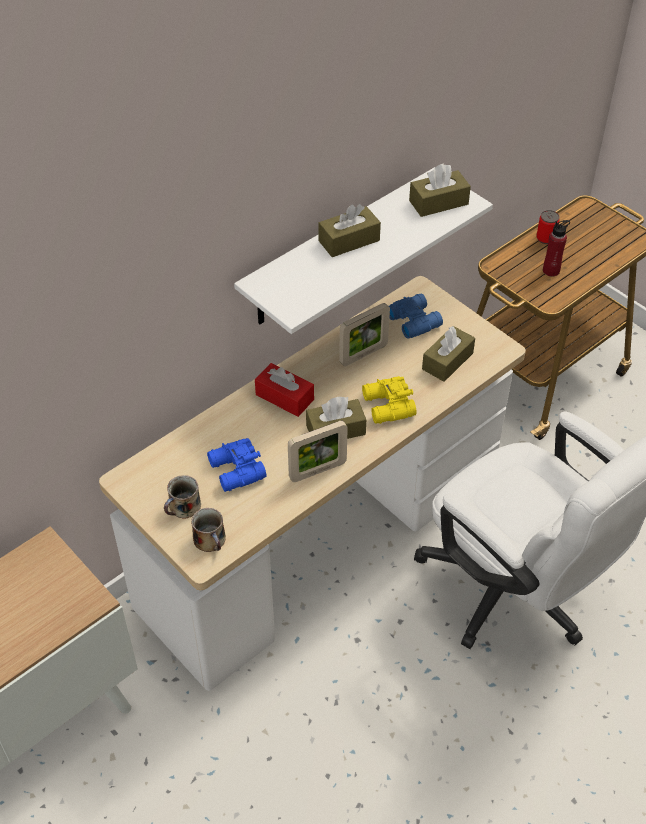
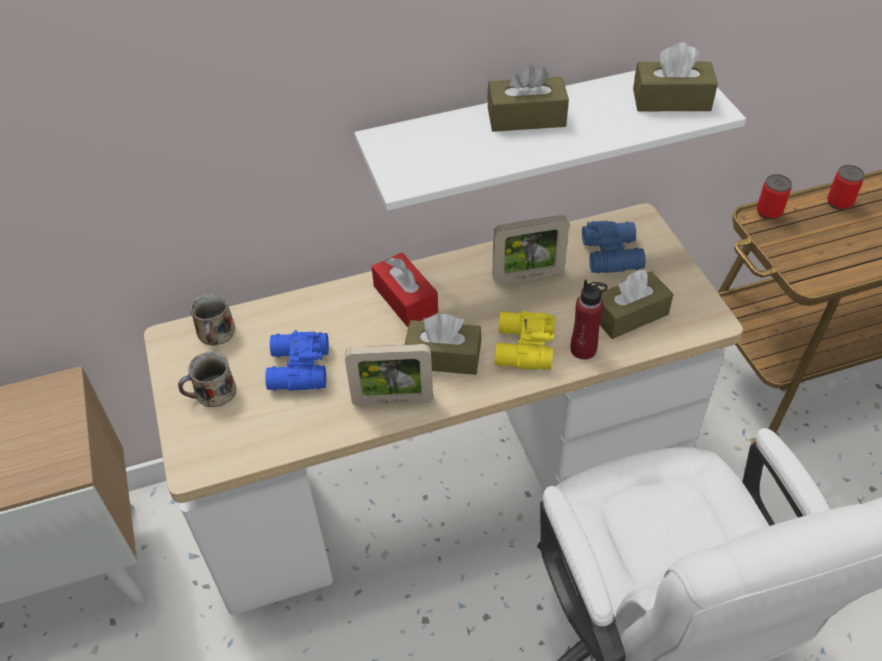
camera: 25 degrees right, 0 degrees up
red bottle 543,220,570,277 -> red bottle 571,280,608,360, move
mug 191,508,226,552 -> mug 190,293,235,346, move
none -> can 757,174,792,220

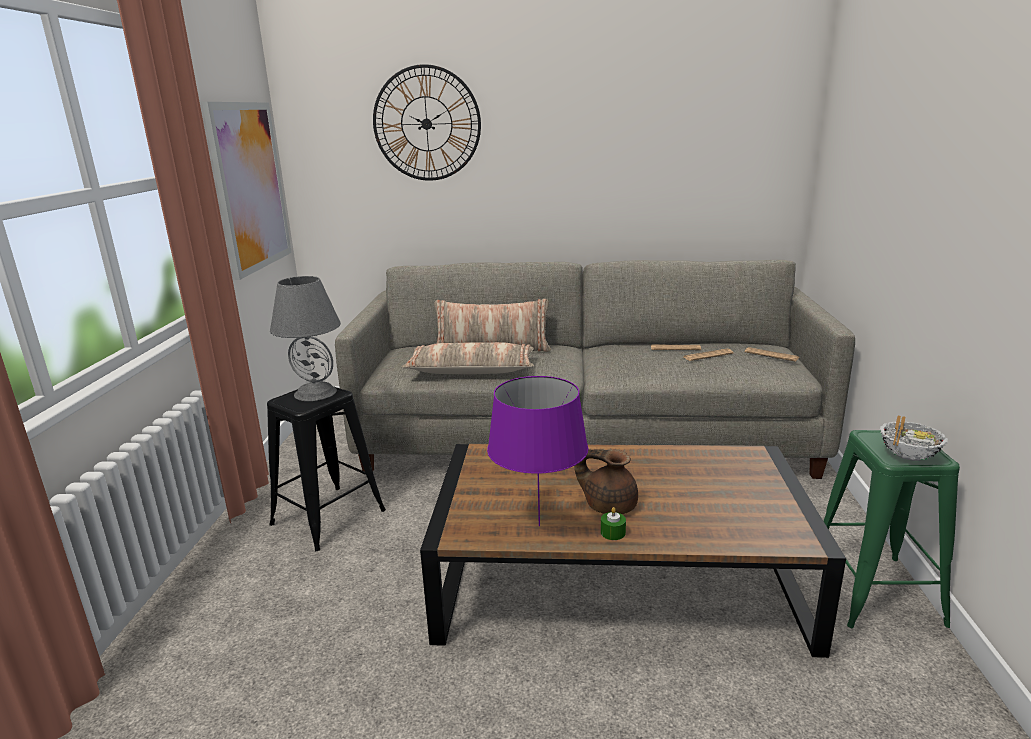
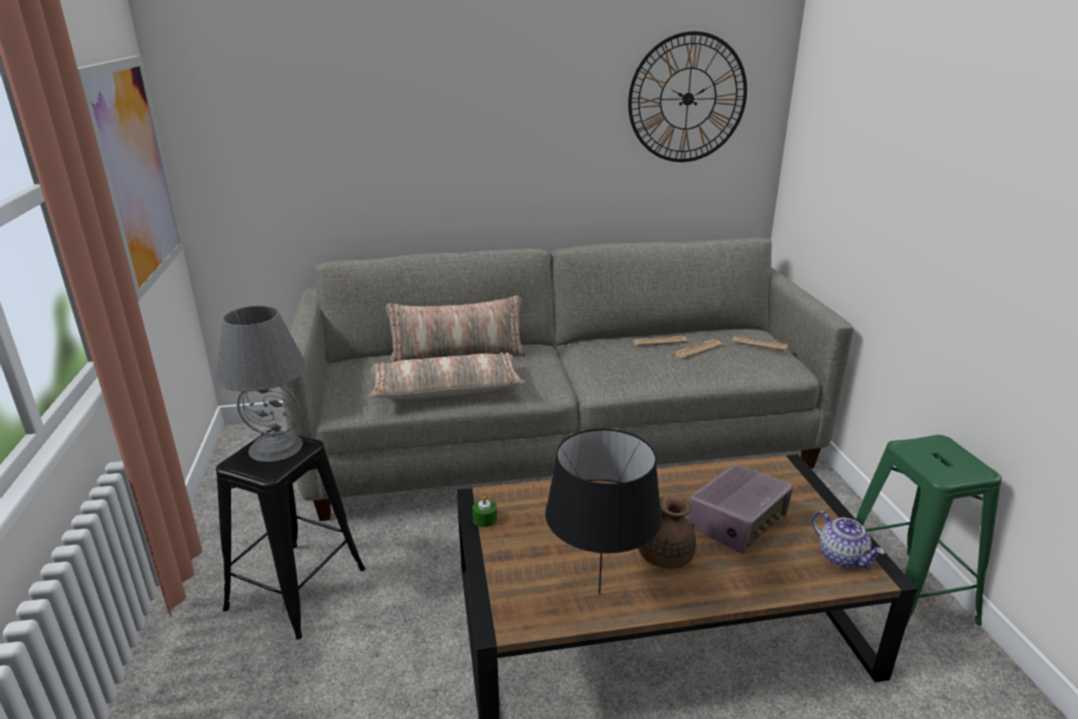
camera: 15 degrees left, 5 degrees up
wall clock 373,64,481,181 -> wall clock 628,31,747,162, move
purple table lamp 487,376,588,526 -> black table lamp 545,429,662,594
bowl 880,416,948,461 -> none
green candle 601,507,626,540 -> green candle 473,496,497,527, move
none -> radio 687,464,793,554
none -> teapot 812,511,885,568

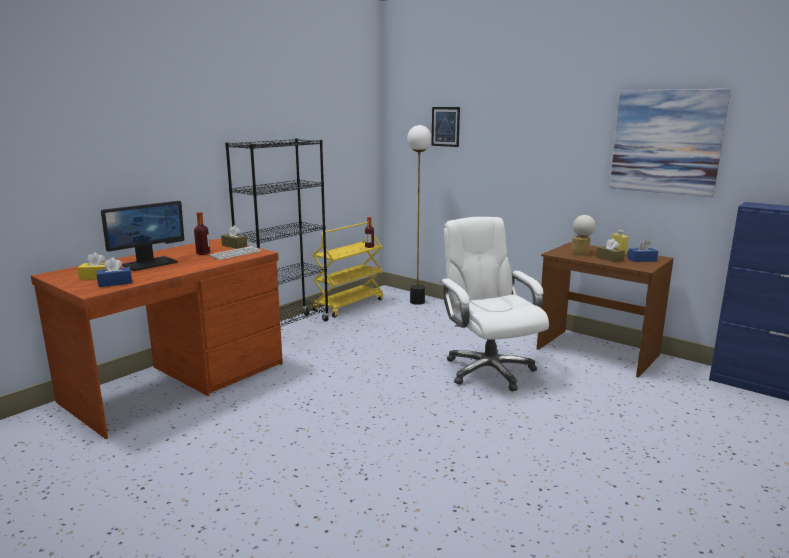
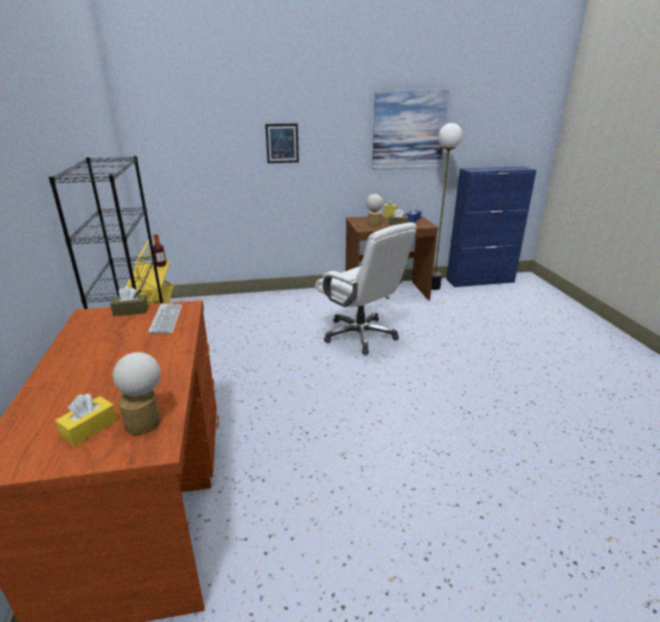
camera: 50 degrees left, 10 degrees up
picture 431,107,460,147 -> picture 265,123,299,163, move
floor lamp 407,125,432,305 -> floor lamp 431,123,462,290, move
monitor 101,201,184,271 -> none
bottle 194,212,210,255 -> none
white office chair 440,217,549,391 -> white office chair 315,222,417,355, 150 degrees counterclockwise
blue tissue box 97,258,132,287 -> table lamp 113,352,161,435

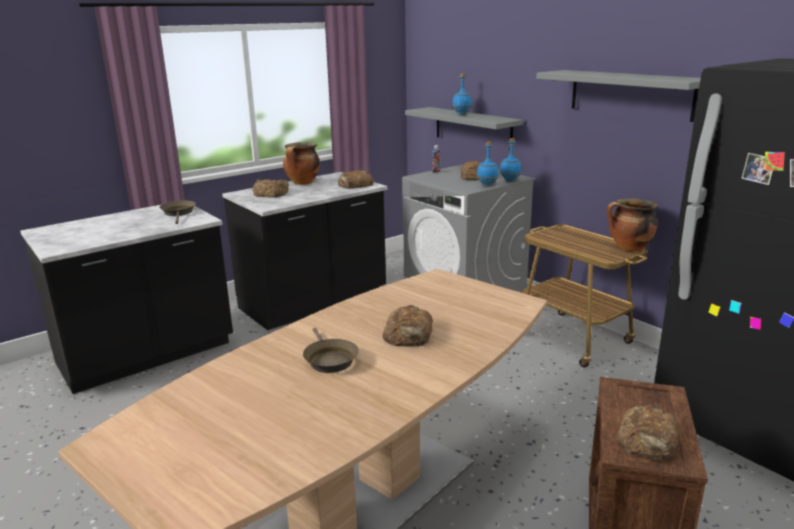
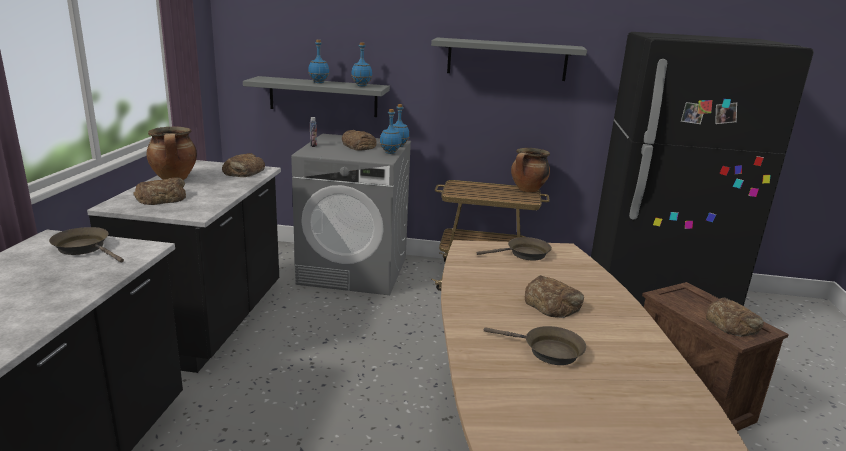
camera: 45 degrees left, 0 degrees up
none -> blue bottle 351,42,372,86
none -> brown frying pan 477,237,552,260

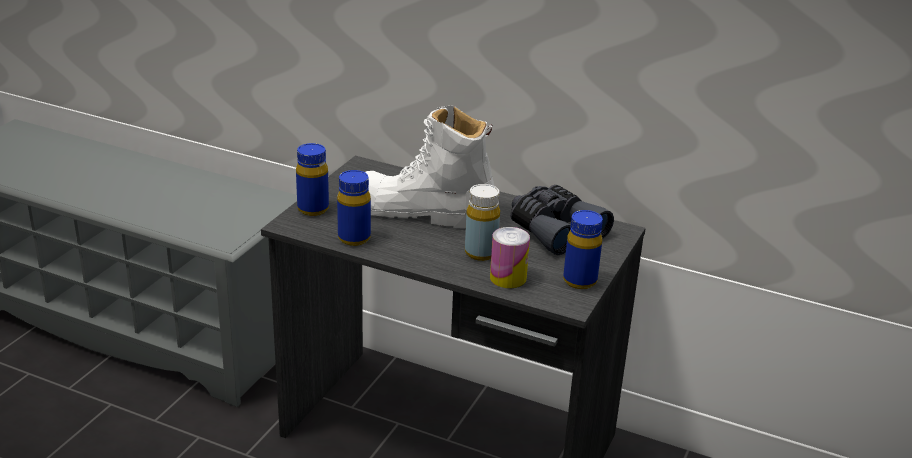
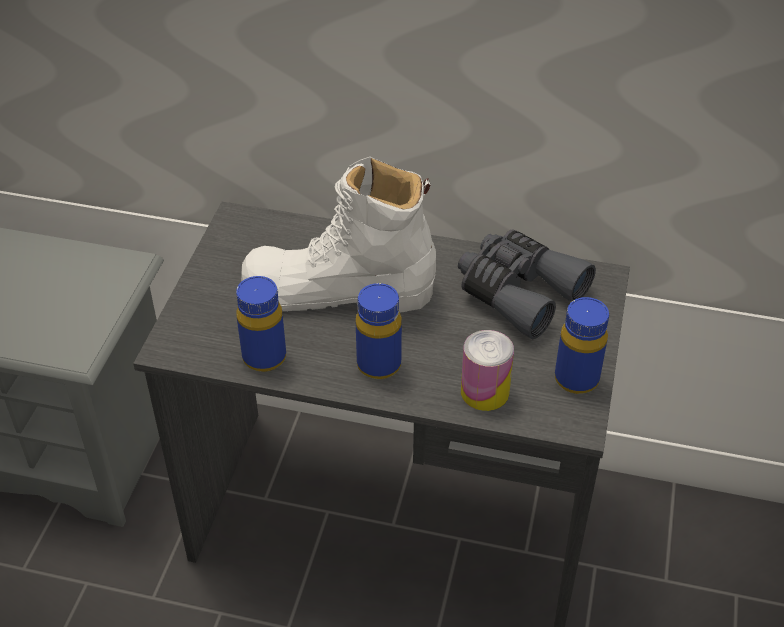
camera: 10 degrees left, 15 degrees up
blue bottle 296,143,329,216 -> blue bottle 356,283,402,379, move
yellow bottle 465,184,500,261 -> none

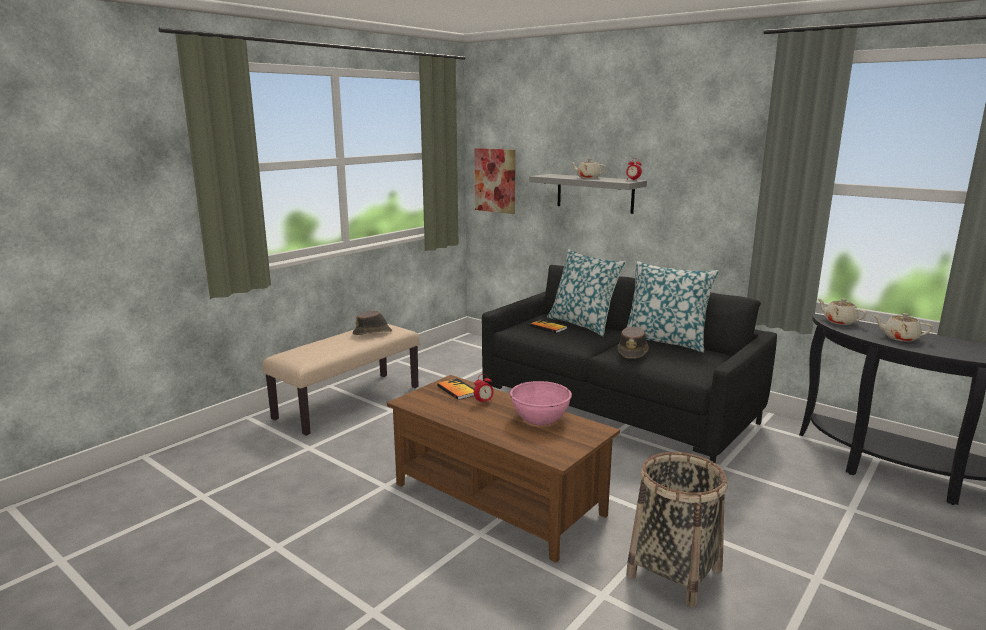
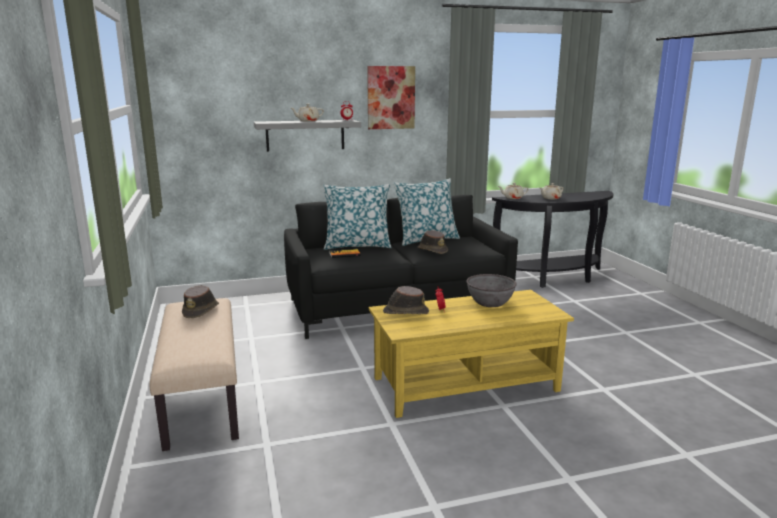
camera: 55 degrees left, 0 degrees up
picture 474,148,516,214 -> picture 367,66,415,129, move
brown coffee table 387,375,620,563 -> yellow coffee table 369,290,574,418
book 437,378,474,400 -> brown hat 383,286,429,314
pink bowl 510,381,572,425 -> grey bowl 466,274,517,307
basket 626,452,727,607 -> none

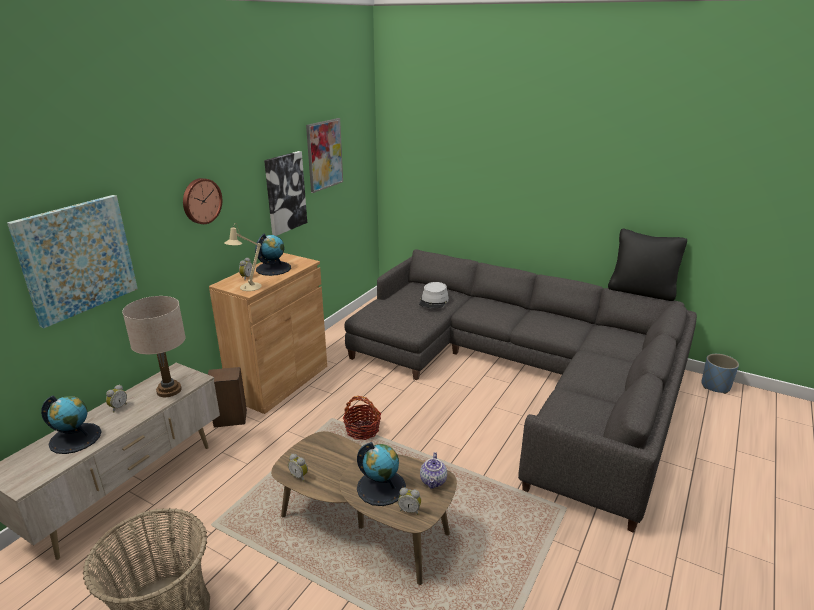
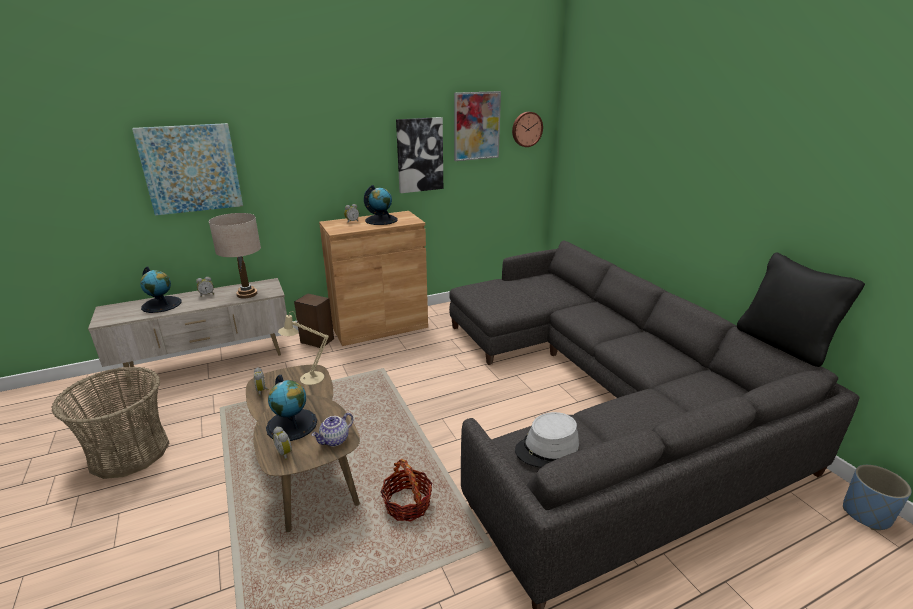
camera: 35 degrees right, 0 degrees up
wall clock 183,178,222,224 -> wall clock 512,112,543,147, move
beige table lamp 225,226,262,291 -> beige table lamp 278,311,329,385, move
grey hat 419,282,449,308 -> grey hat 515,412,579,468, move
basket 343,396,381,440 -> basket 381,459,432,521, move

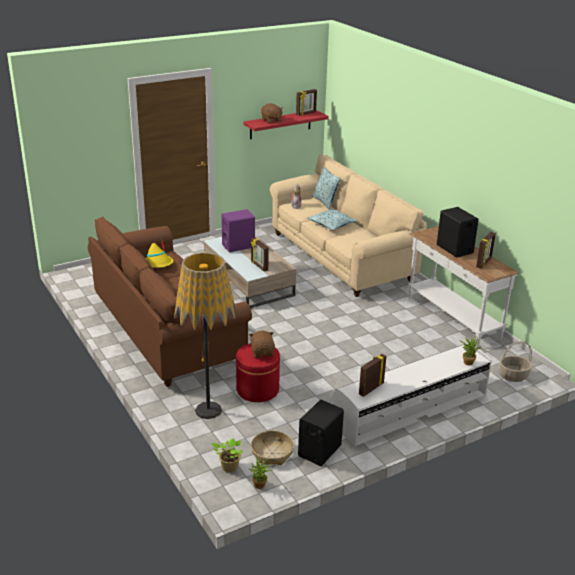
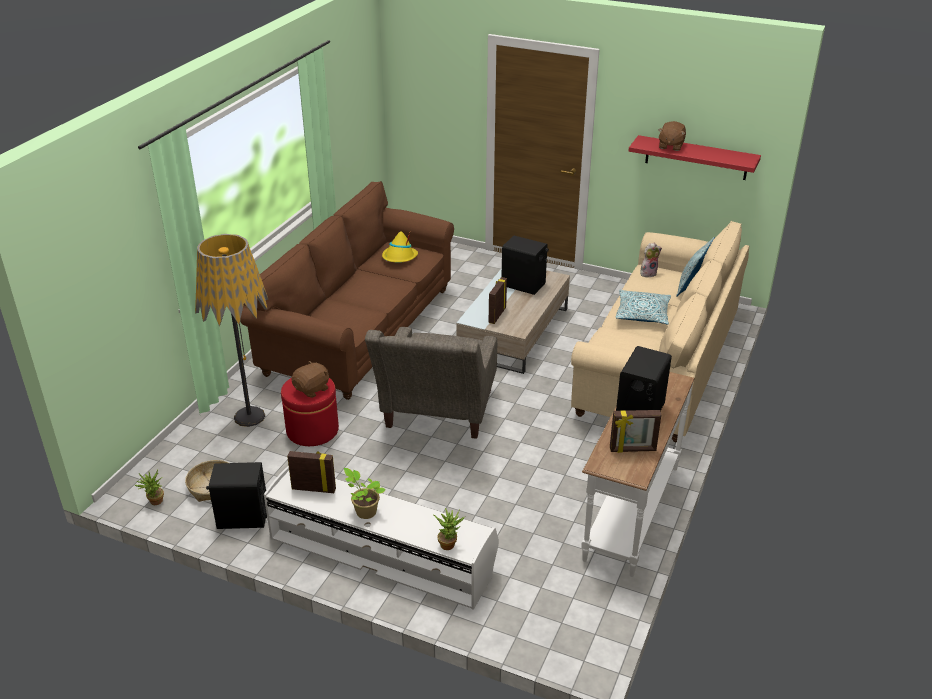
camera: 55 degrees right, 5 degrees up
picture frame 296,89,317,116 -> none
purple speaker 221,209,255,252 -> black speaker 502,236,549,295
basket 499,342,532,382 -> none
potted plant 211,438,243,473 -> potted plant 344,468,386,519, move
none -> grey armchair 365,327,497,439

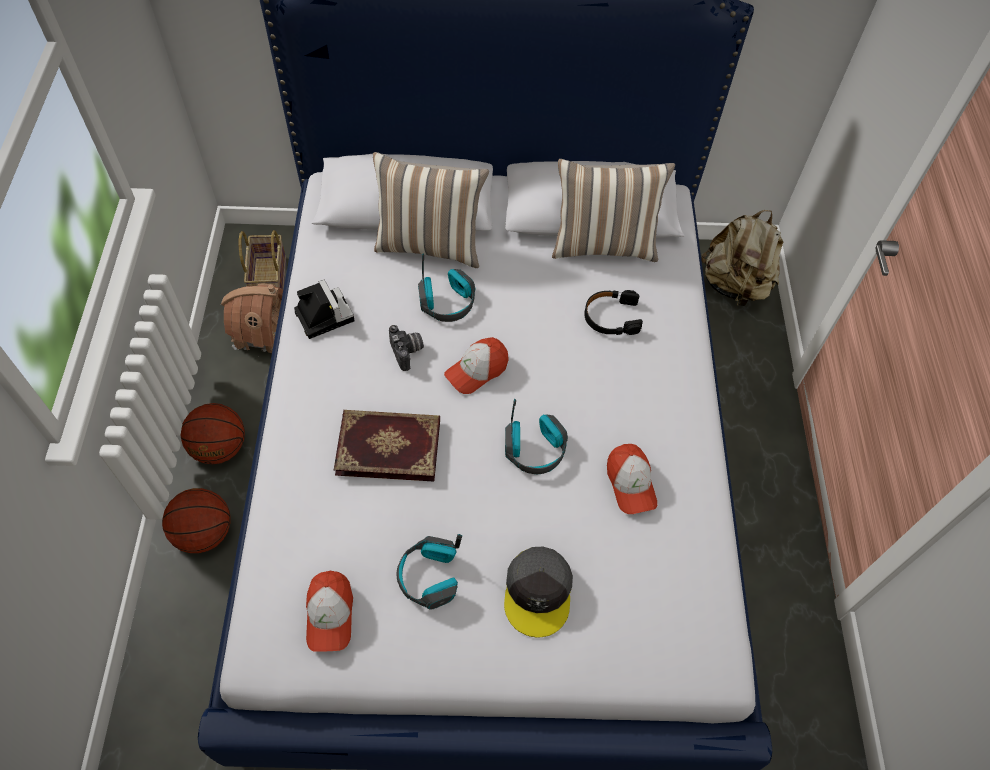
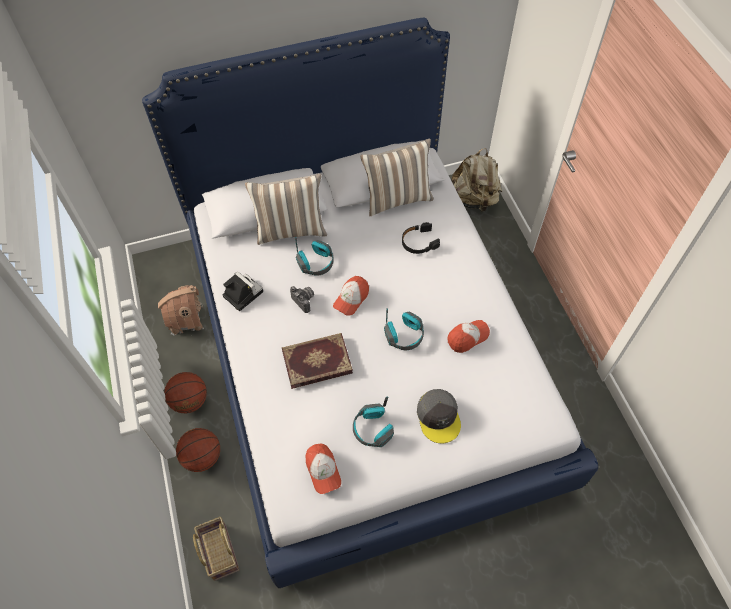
camera: 15 degrees left, 0 degrees up
basket 239,230,286,289 -> basket 193,517,240,581, move
cap 607,444,657,514 -> cap 448,320,490,353, 90 degrees counterclockwise

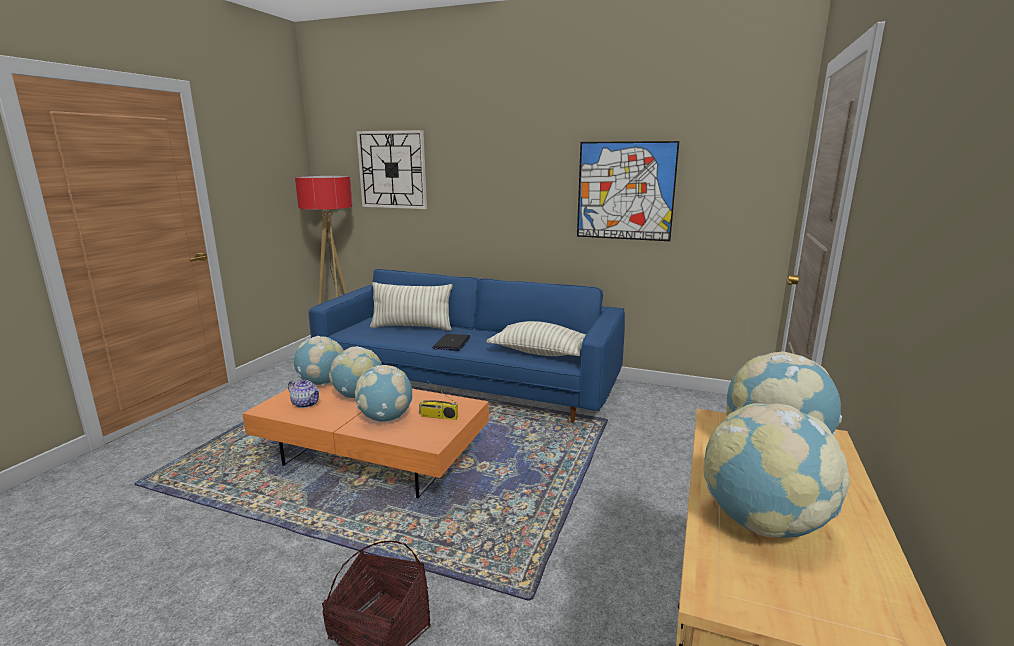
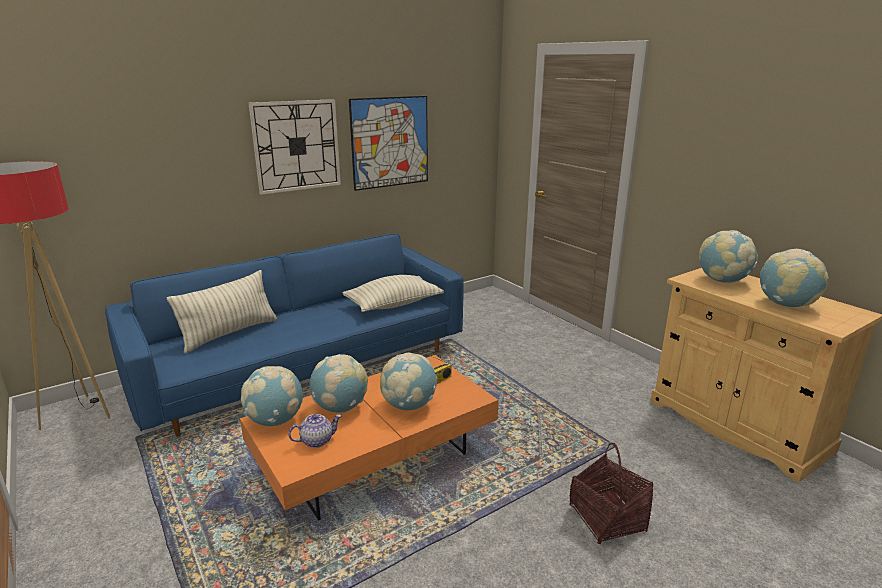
camera: 55 degrees left, 5 degrees up
wall clock 356,130,427,209 -> wall clock 249,99,341,195, move
laptop 432,334,470,351 -> none

